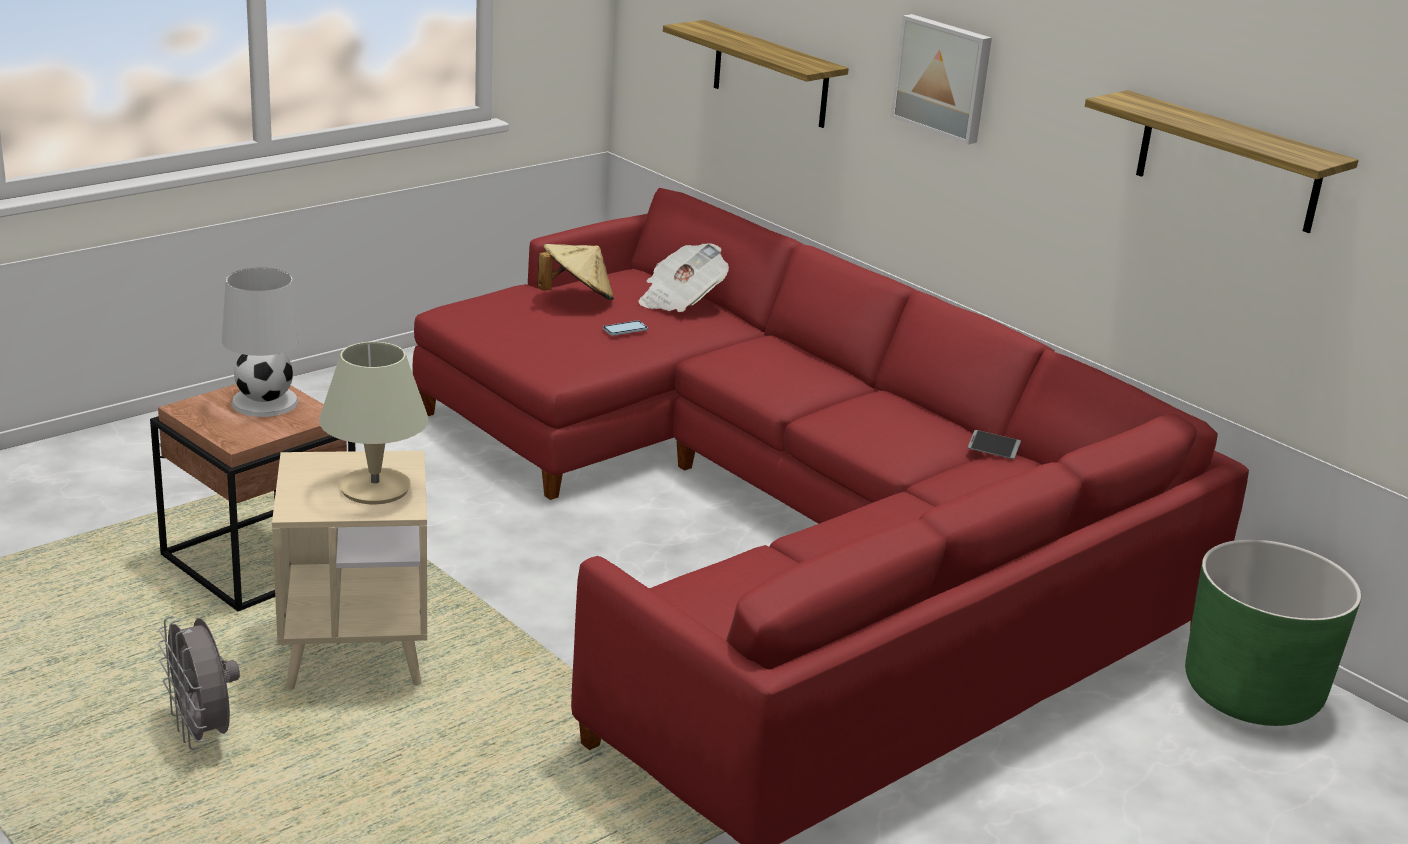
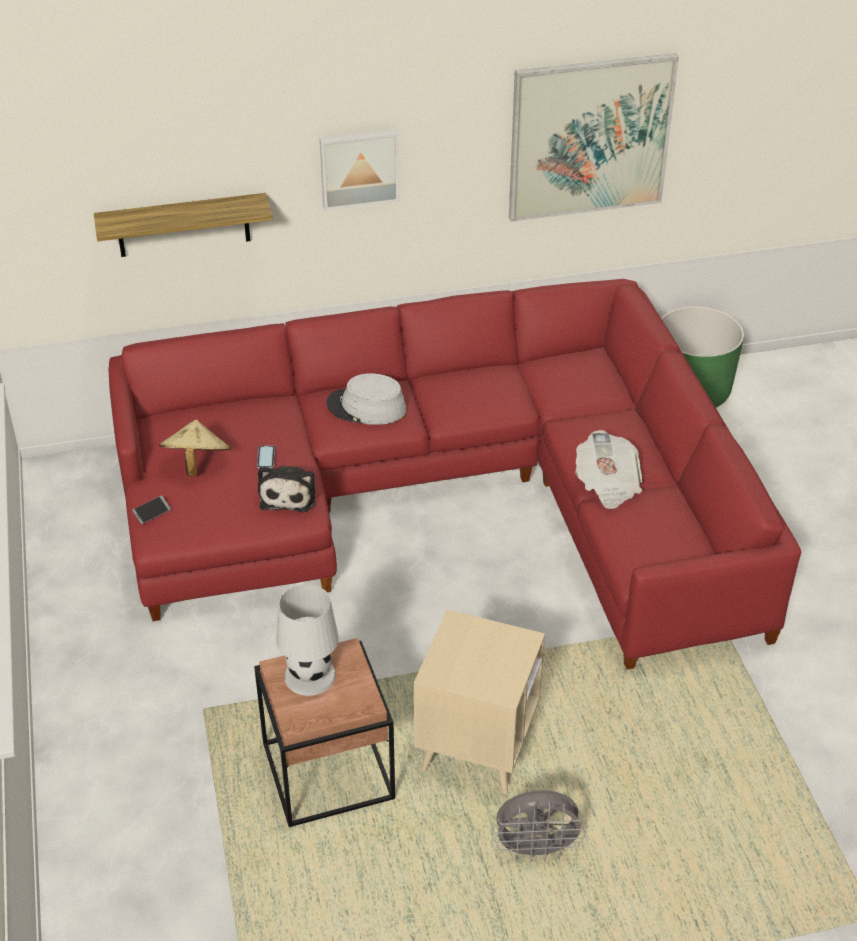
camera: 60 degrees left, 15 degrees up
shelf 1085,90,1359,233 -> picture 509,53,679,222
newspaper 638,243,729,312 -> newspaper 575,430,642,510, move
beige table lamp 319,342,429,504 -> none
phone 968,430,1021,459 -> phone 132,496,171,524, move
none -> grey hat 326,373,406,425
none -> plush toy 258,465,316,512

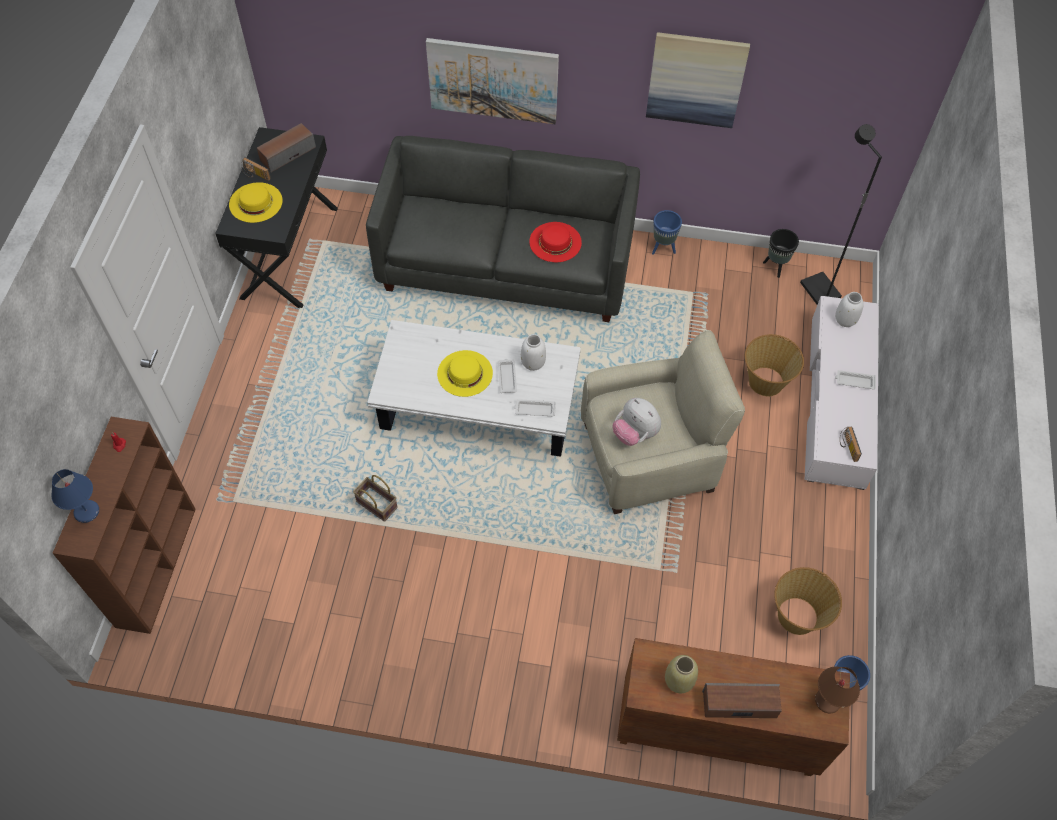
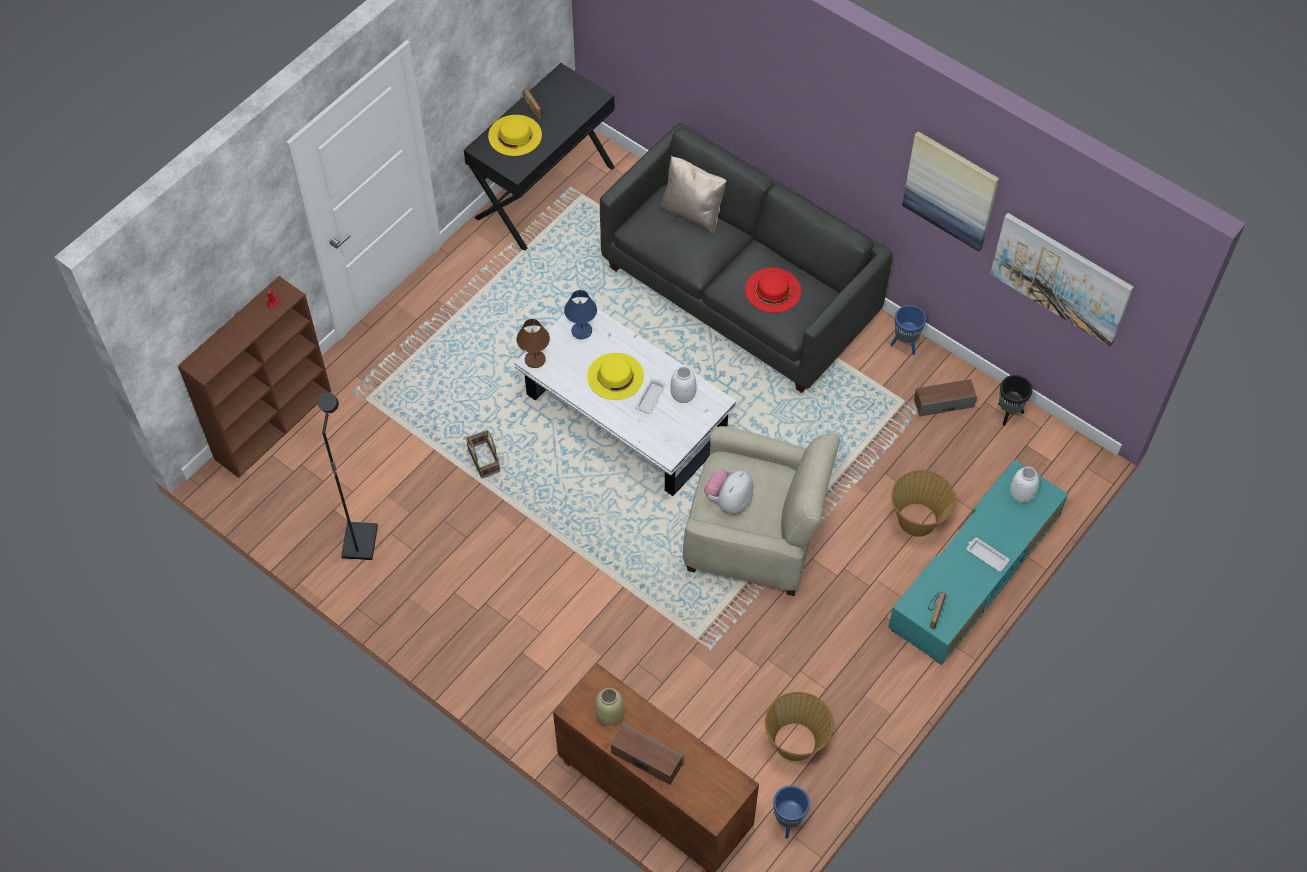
camera: 30 degrees right, 0 degrees up
picture 426,38,559,124 -> picture 990,213,1134,346, move
speaker 257,123,316,173 -> speaker 914,379,977,417, move
black floor lamp 800,124,882,305 -> black floor lamp 317,392,378,560, move
white tv stand 805,296,879,490 -> turquoise tv stand 888,460,1068,665
plush toy 613,398,661,446 -> plush toy 704,469,753,514, 45 degrees clockwise
white tray 514,399,556,416 -> none
blue table lamp 51,469,99,523 -> blue table lamp 564,290,597,339, move
brown table lamp 815,667,860,714 -> brown table lamp 517,319,550,368, move
none -> beige pillow 659,156,727,235

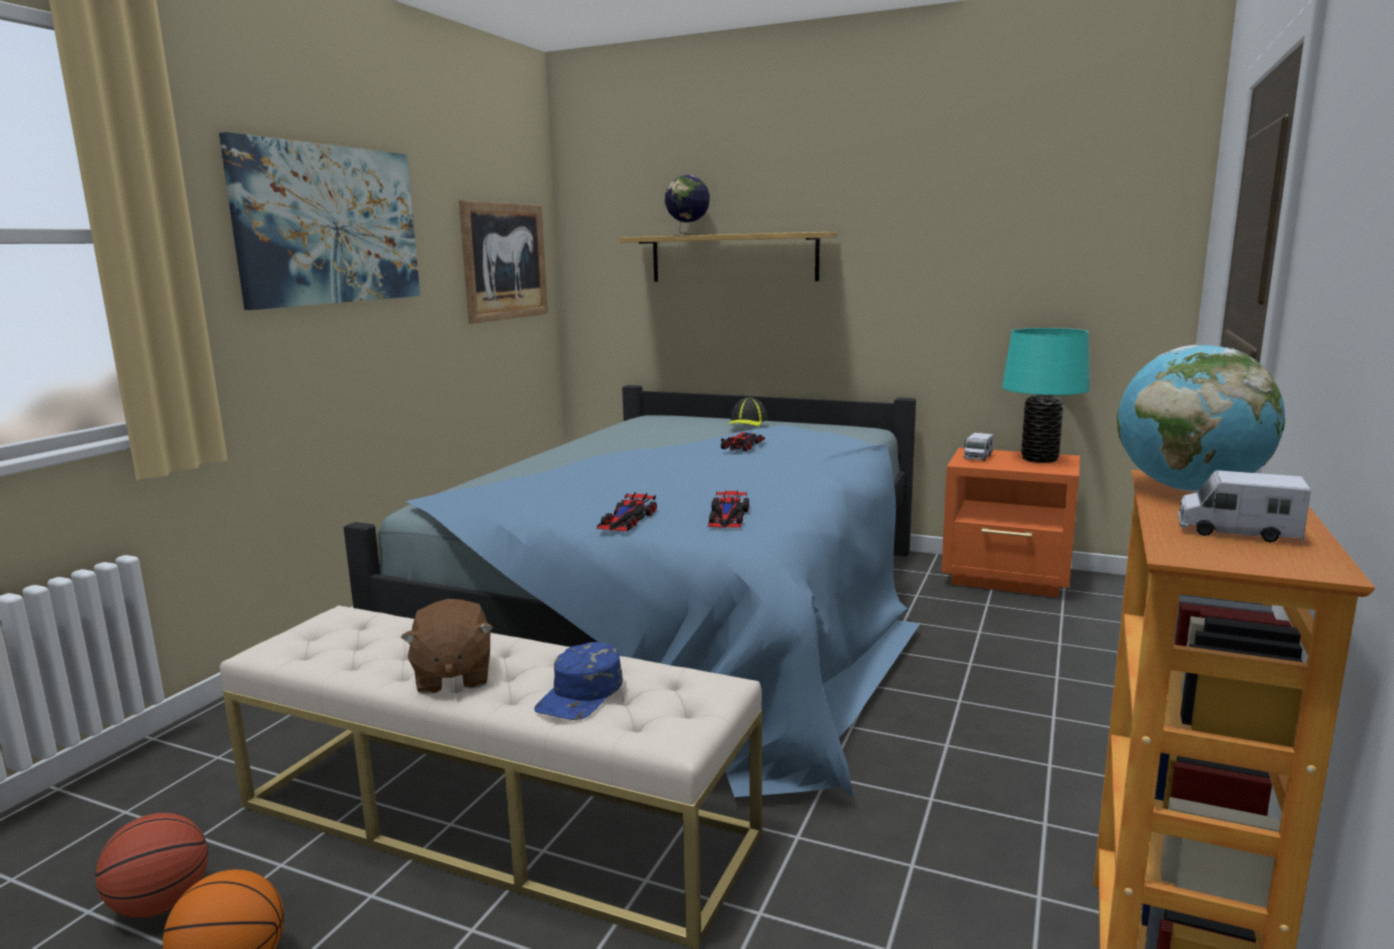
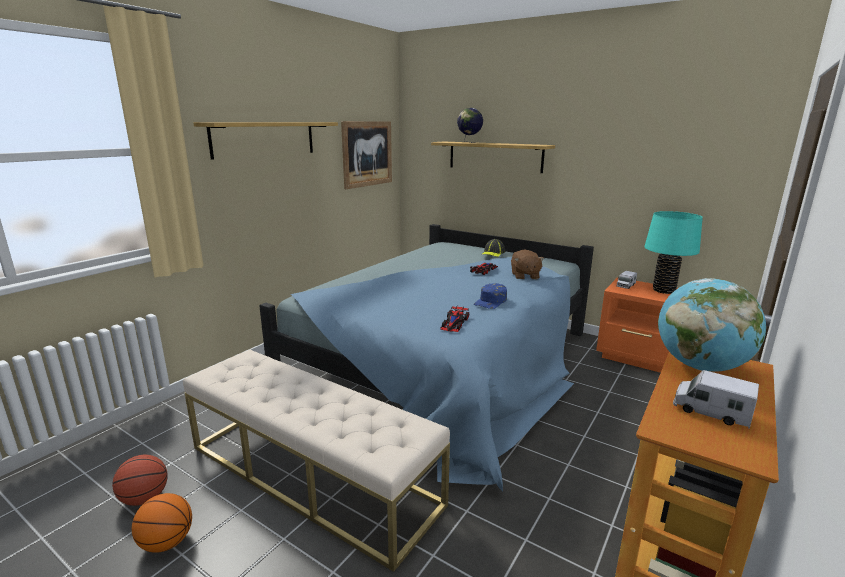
camera: 10 degrees right, 5 degrees up
picture 219,132,420,310 -> shelf 193,122,338,160
toy car 597,492,657,531 -> none
brown plush toy 401,599,493,694 -> brown plush toy 511,249,544,279, move
blue cap 534,642,623,720 -> blue cap 474,283,507,309, move

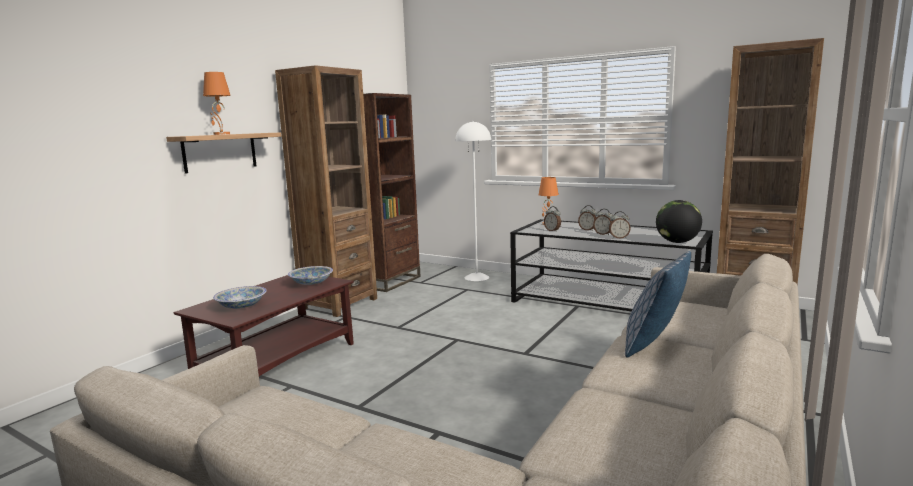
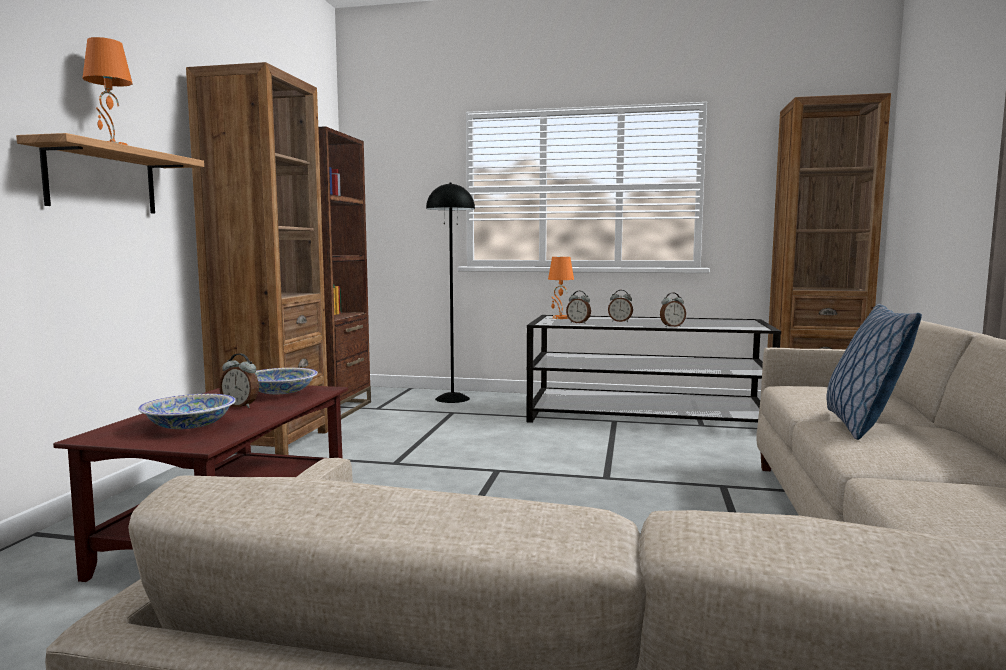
camera: 20 degrees left, 5 degrees down
white floor lamp 455,121,491,281 -> black floor lamp 426,182,475,403
globe 656,200,702,243 -> none
alarm clock 593,209,612,235 -> alarm clock 219,353,259,408, move

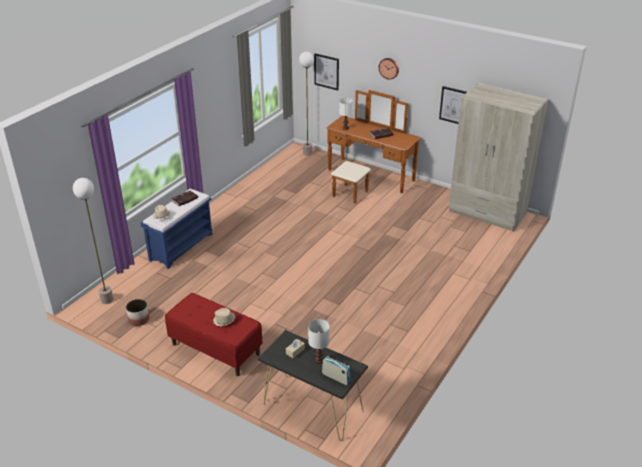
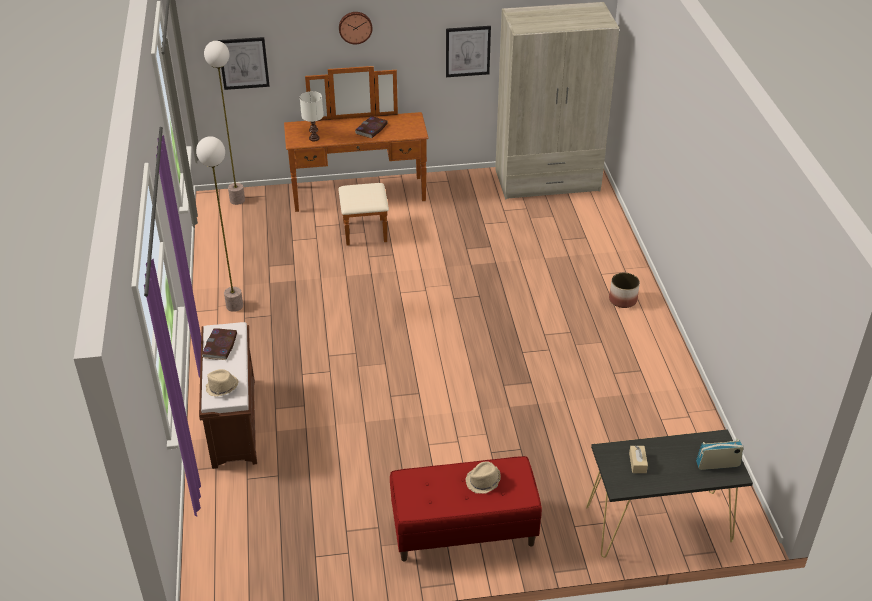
camera: 40 degrees left, 5 degrees up
floor lamp 73,178,113,304 -> floor lamp 196,136,243,312, move
blue bench 141,189,213,269 -> brown bench 199,322,257,469
planter 126,299,150,326 -> planter 609,273,640,308, move
white table lamp 308,319,330,364 -> none

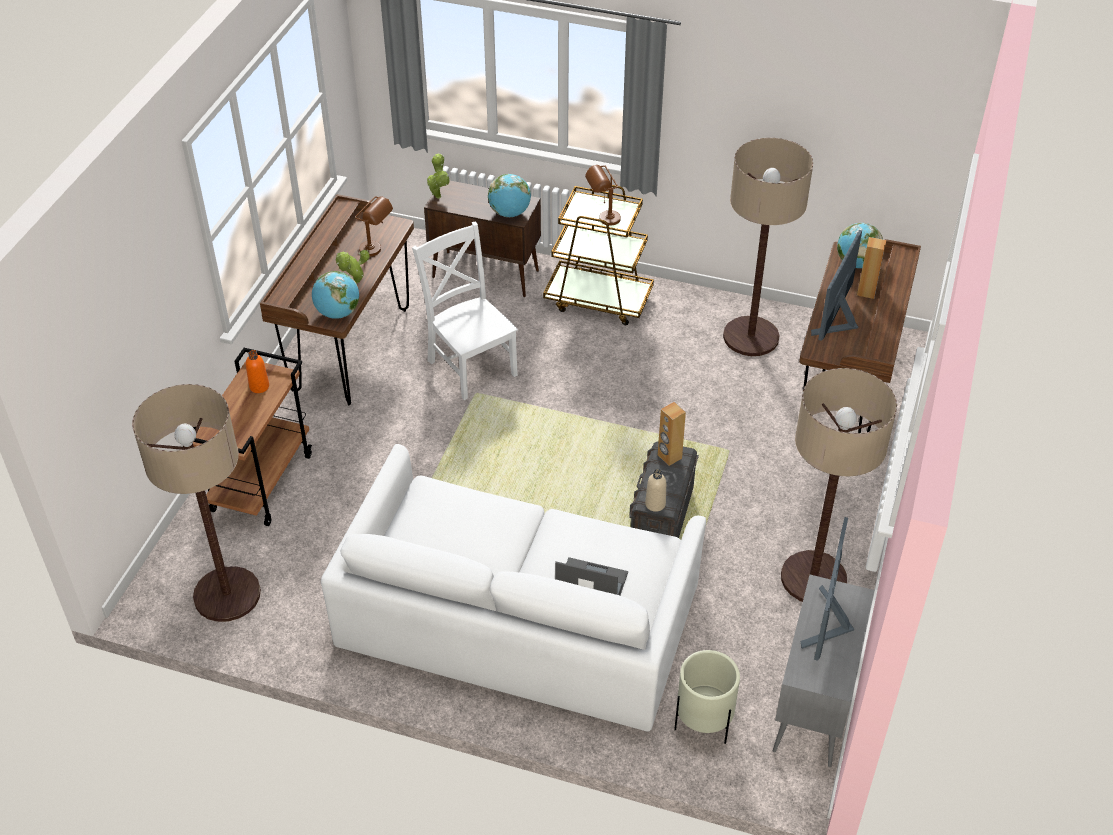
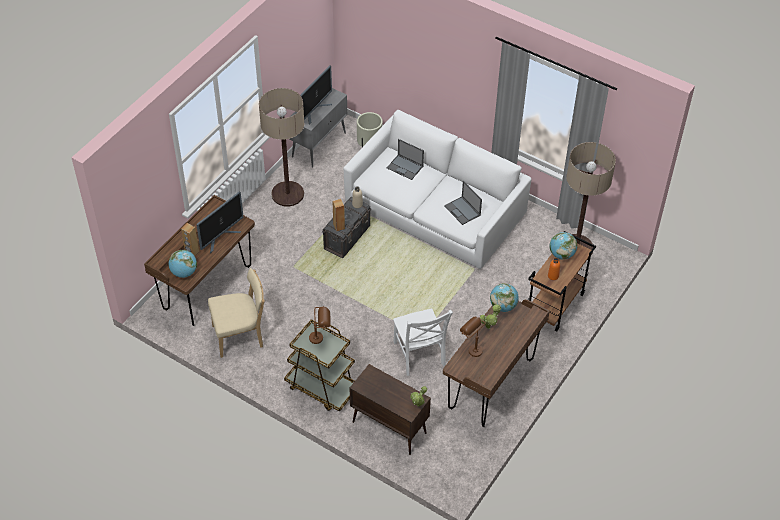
camera: 165 degrees left, 5 degrees up
floor lamp 723,138,813,356 -> beige chair 208,268,265,358
globe 488,174,531,217 -> globe 550,232,577,260, move
none -> laptop 444,181,482,225

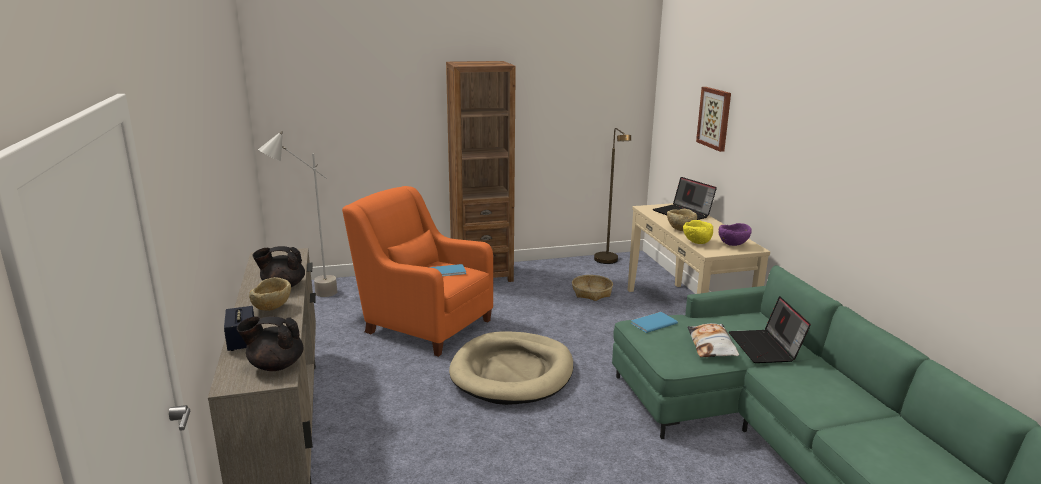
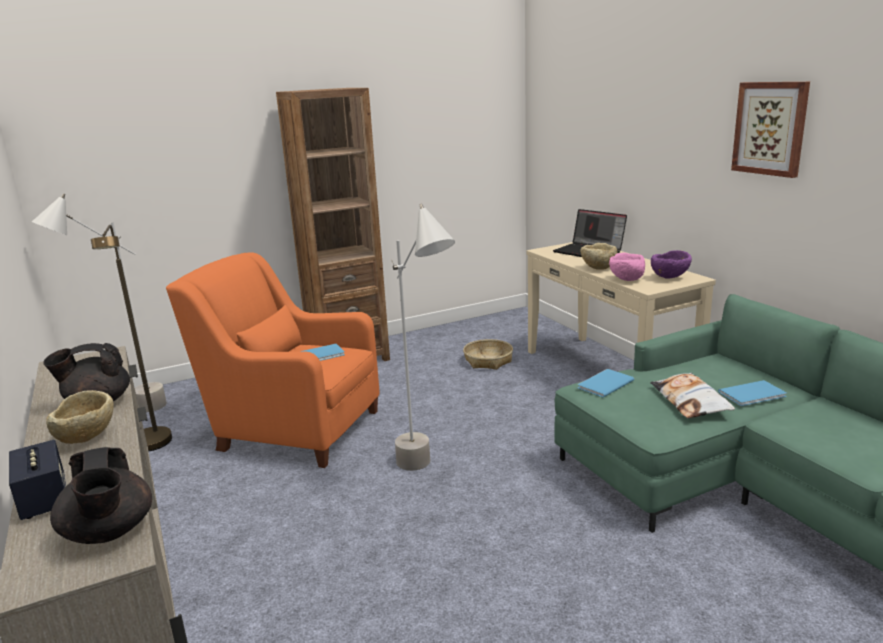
camera: 10 degrees left, 0 degrees up
picture 696,87,731,152 -> picture 731,82,810,178, move
brown floor lamp 594,128,631,264 -> brown floor lamp 91,225,172,451, move
yellow bowl 683,220,713,244 -> pink bowl 609,253,645,281
laptop 729,296,811,363 -> blue book 718,380,787,406
black teapot 237,316,303,371 -> black teapot 50,447,152,544, 105 degrees counterclockwise
beige dog bed 449,331,573,405 -> grey floor lamp 391,204,455,471

